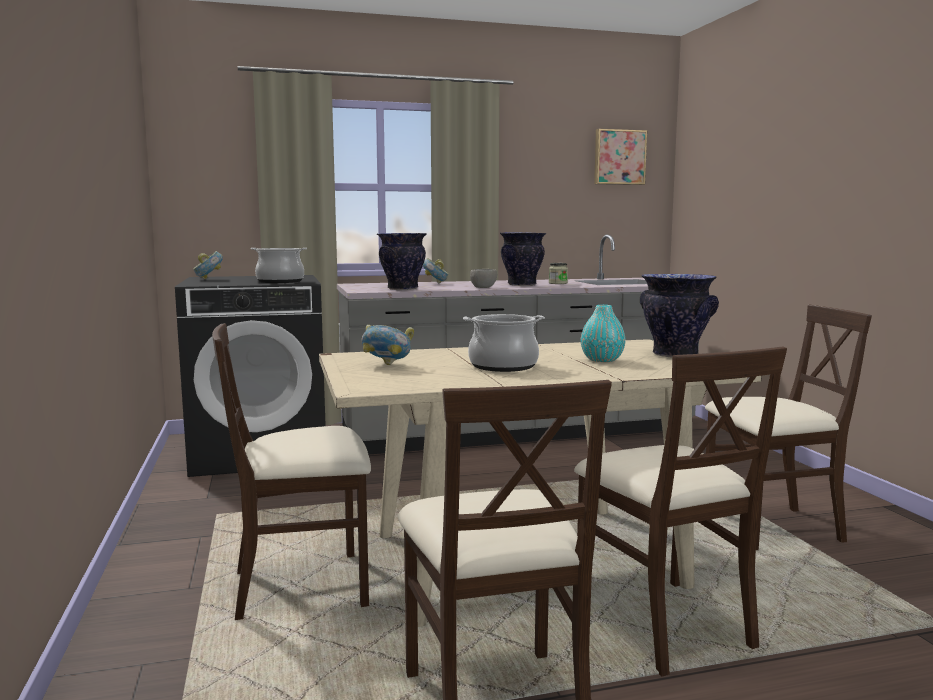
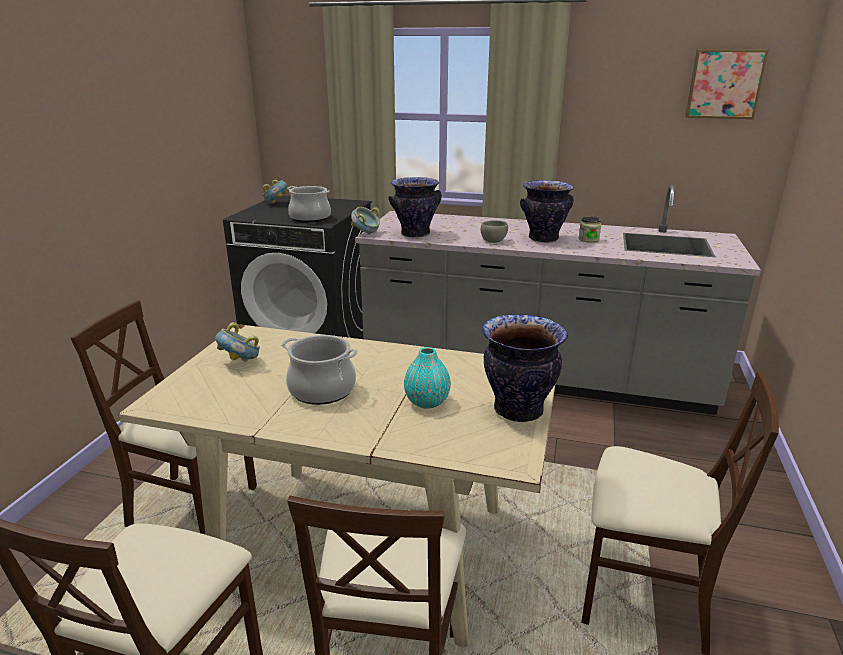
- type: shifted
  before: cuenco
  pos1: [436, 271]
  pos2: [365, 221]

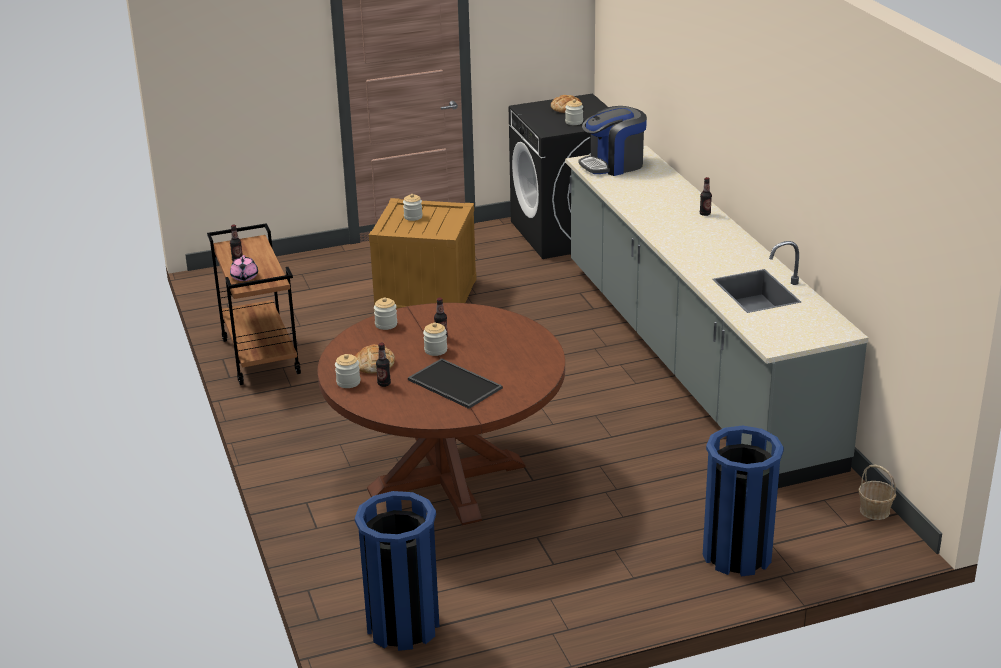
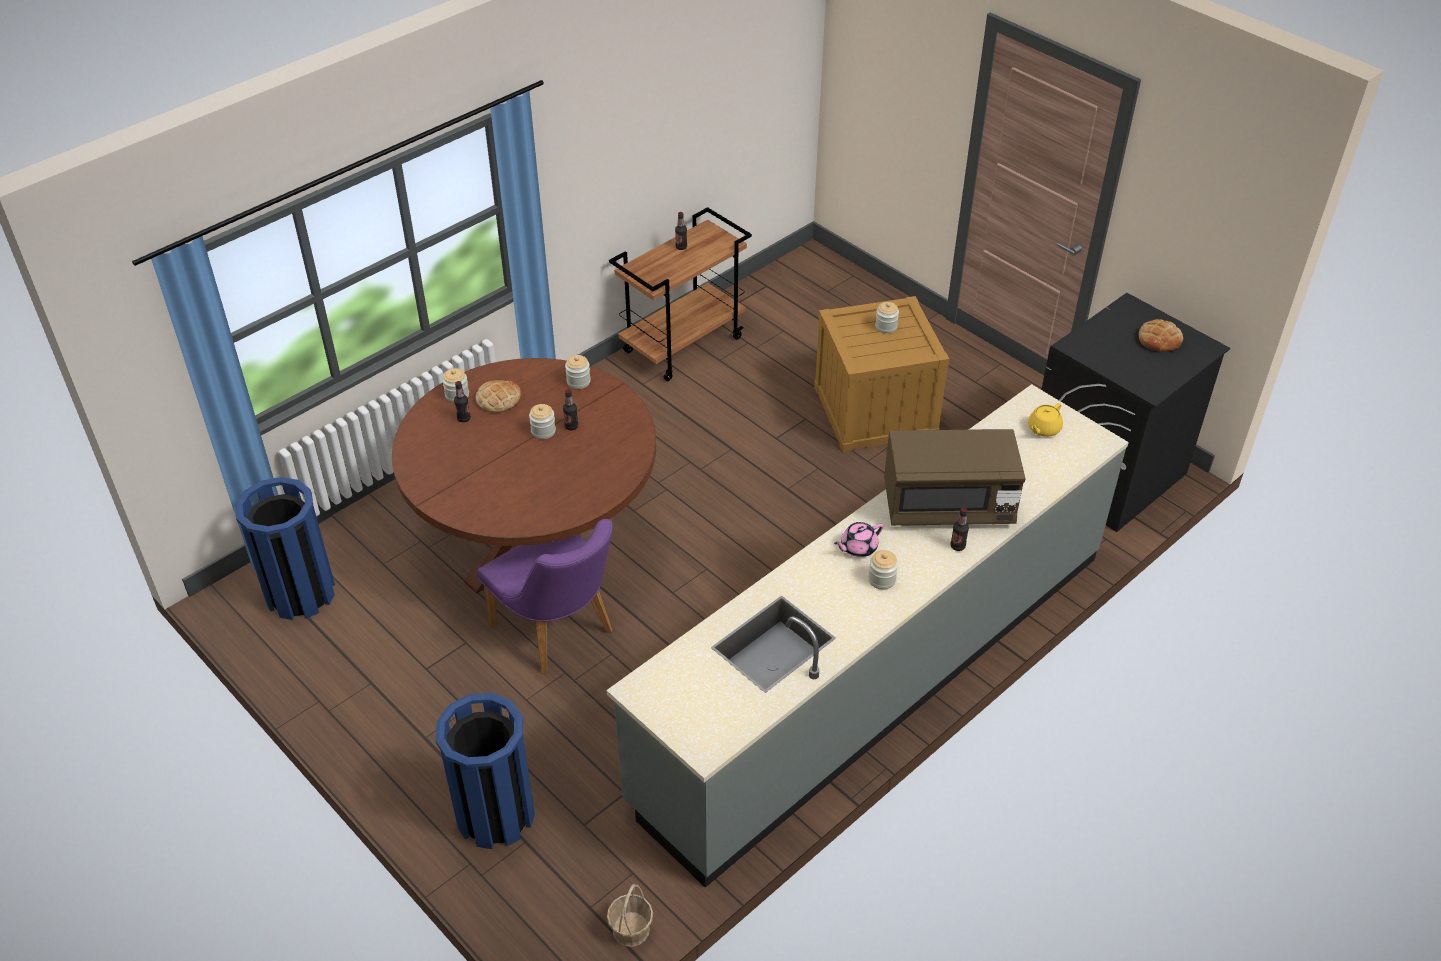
- type: new
  after: silla/morado
  pos2: [545, 596]
- type: shifted
  before: tetera/rosa
  pos1: [244, 268]
  pos2: [859, 539]
- type: shifted
  before: tarro
  pos1: [574, 112]
  pos2: [883, 570]
- type: new
  after: microondas/marrón
  pos2: [955, 477]
- type: swapped
  before: cafetera
  after: tetera/amarillo
  pos1: [613, 141]
  pos2: [1045, 420]
- type: gone
  before: bandeja
  pos1: [455, 383]

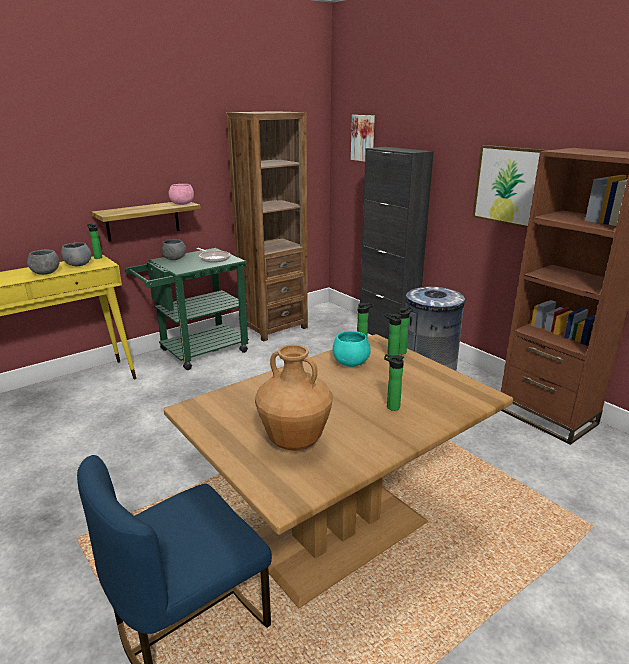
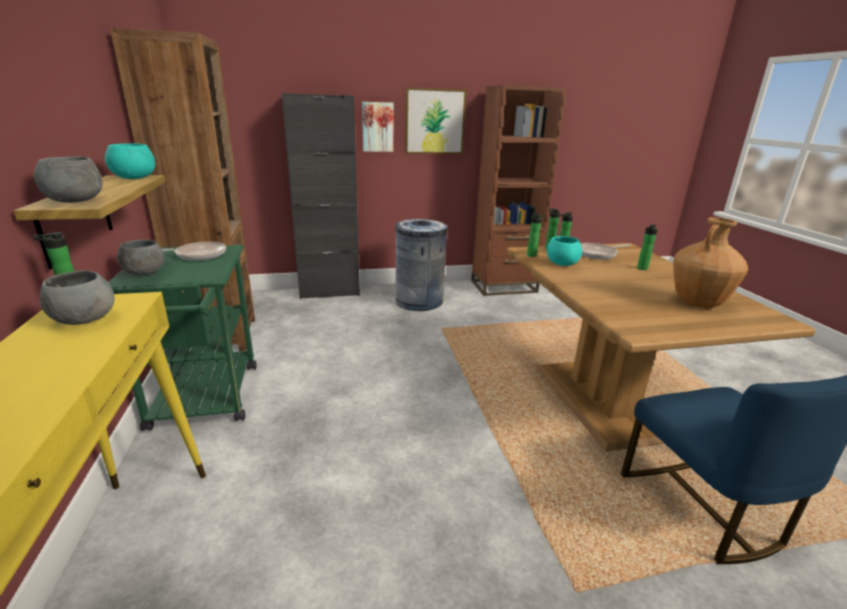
- type: shifted
  before: cuenco/gris
  pos1: [43, 262]
  pos2: [68, 180]
- type: repainted
  before: cuenco/rosa
  after: cuenco/turquesa
  pos1: [181, 194]
  pos2: [130, 161]
- type: shifted
  before: cuadro
  pos1: [363, 138]
  pos2: [377, 127]
- type: new
  after: sartén
  pos2: [605, 251]

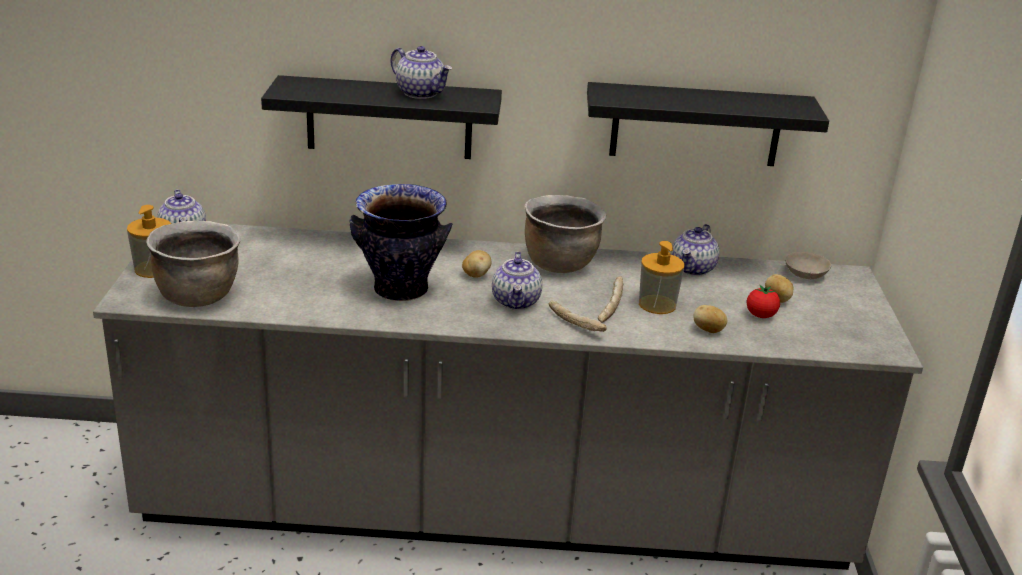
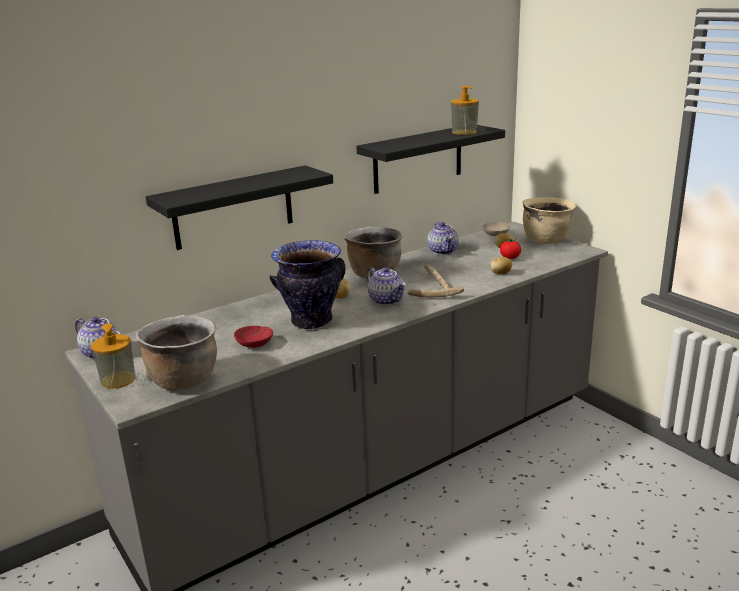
- type: new
  after: cuenco/rojo
  pos2: [253, 337]
- type: shifted
  before: dispensador de jabón
  pos1: [662, 277]
  pos2: [465, 110]
- type: new
  after: olla/beis
  pos2: [549, 220]
- type: gone
  before: tetera
  pos1: [421, 72]

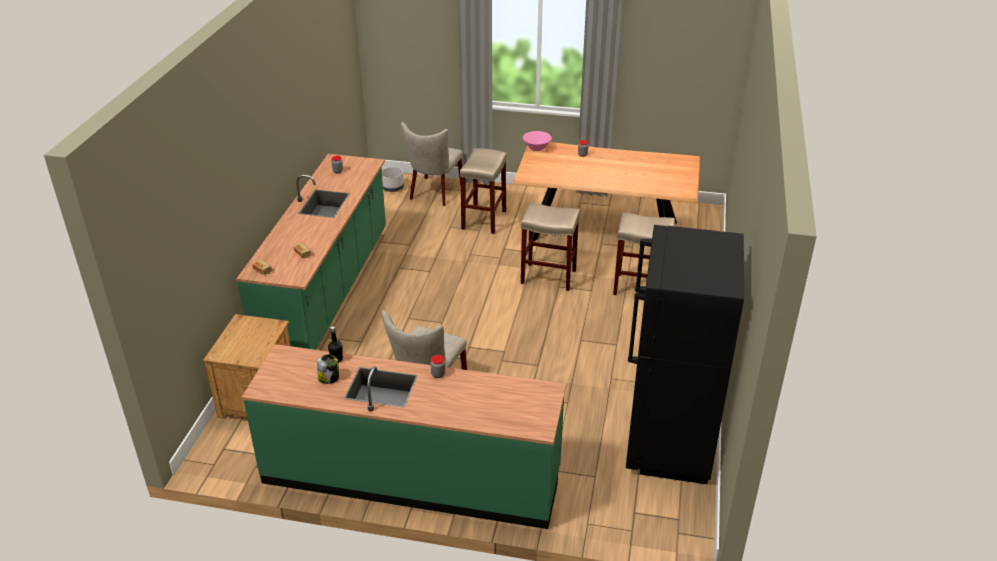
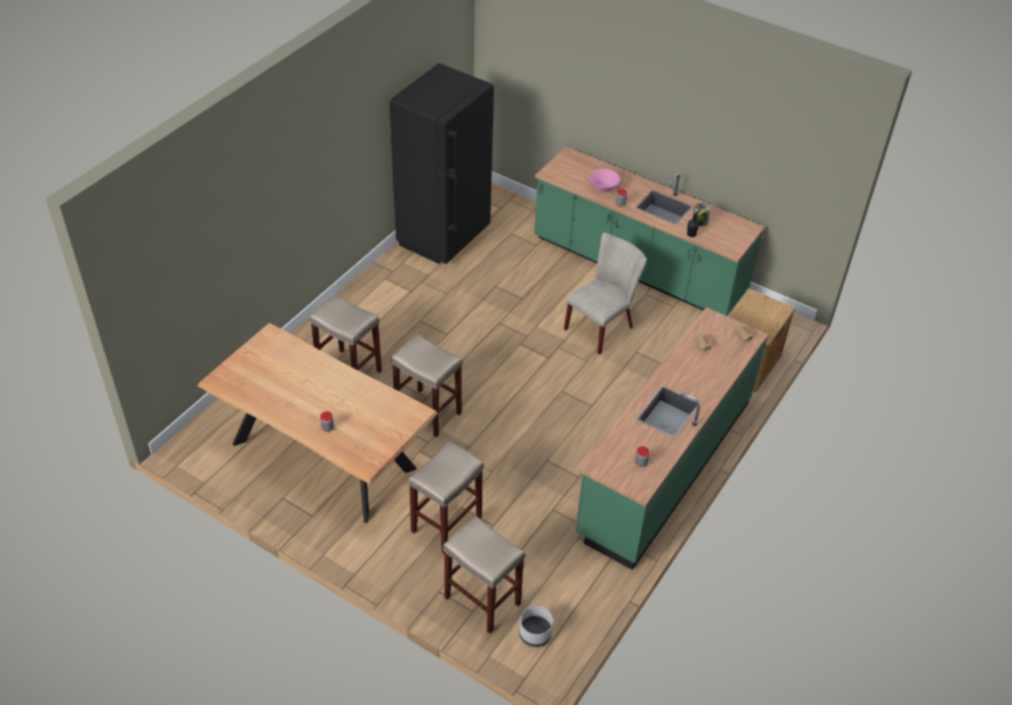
- type: swapped
  before: silla/beis
  after: taburete/beis
  pos1: [432, 164]
  pos2: [484, 575]
- type: shifted
  before: cuenco/rosa
  pos1: [537, 141]
  pos2: [604, 181]

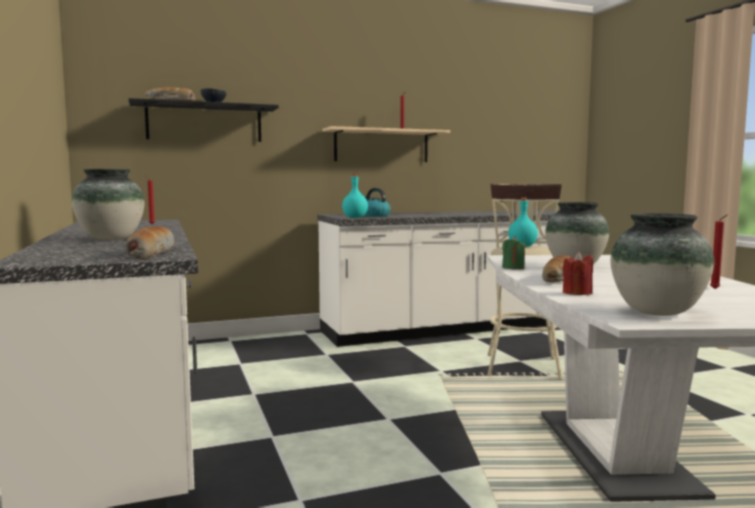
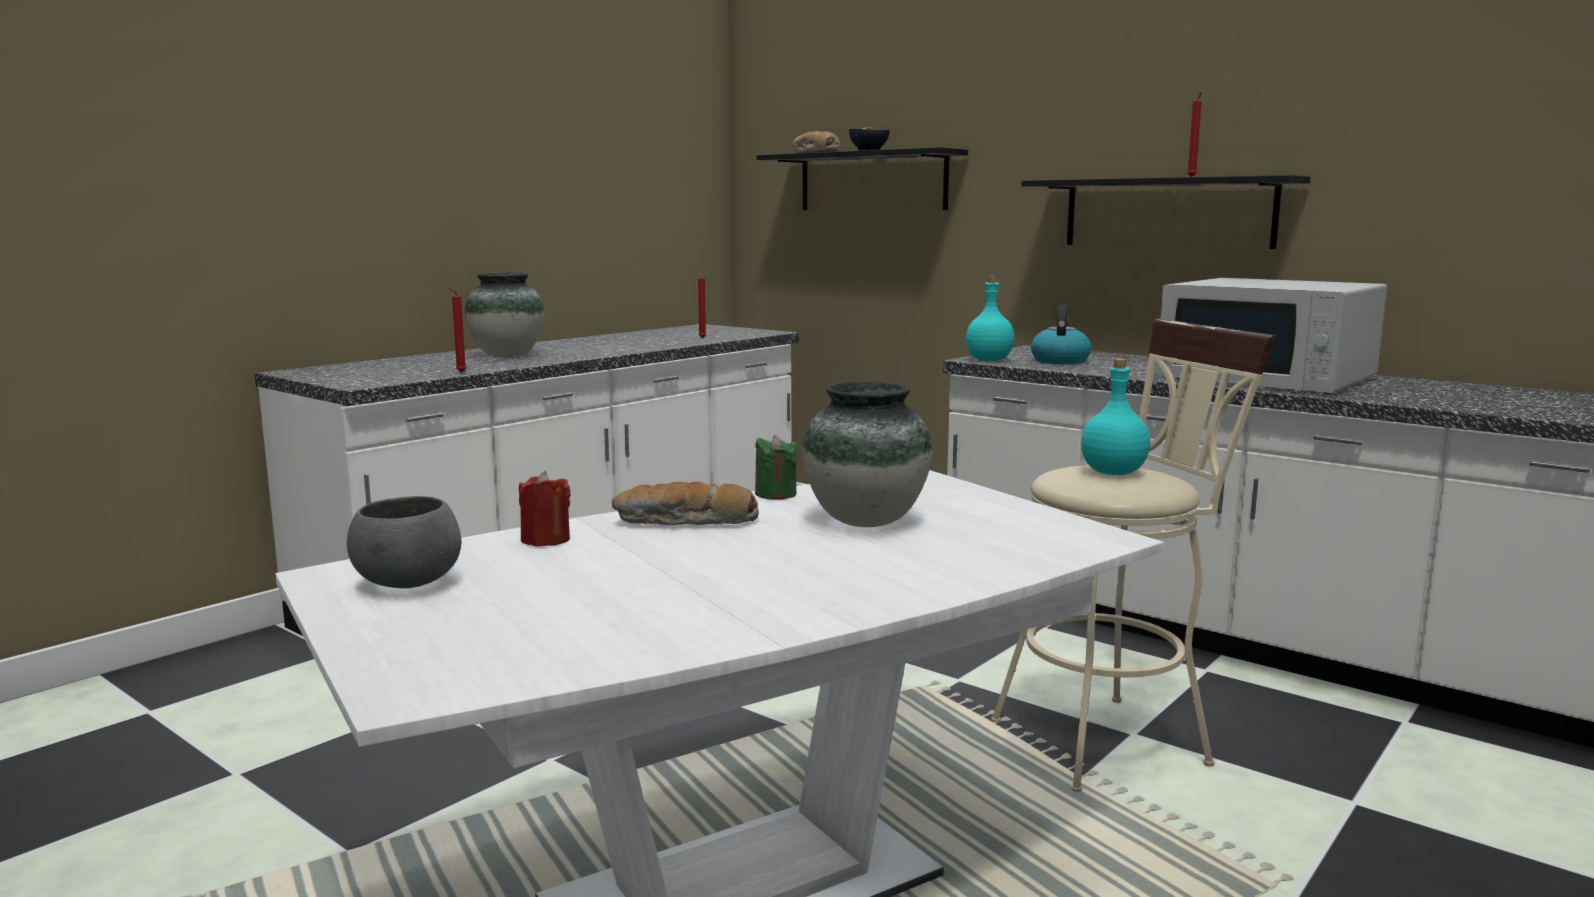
- type: swapped
  before: florero
  after: cuenco/gris
  pos1: [662, 264]
  pos2: [404, 542]
- type: shifted
  before: vela/rojo
  pos1: [718, 252]
  pos2: [457, 330]
- type: repainted
  before: estante/beis
  after: estante/negro
  pos1: [386, 144]
  pos2: [1166, 212]
- type: new
  after: microondas/blanco
  pos2: [1272, 336]
- type: gone
  before: pan
  pos1: [150, 242]

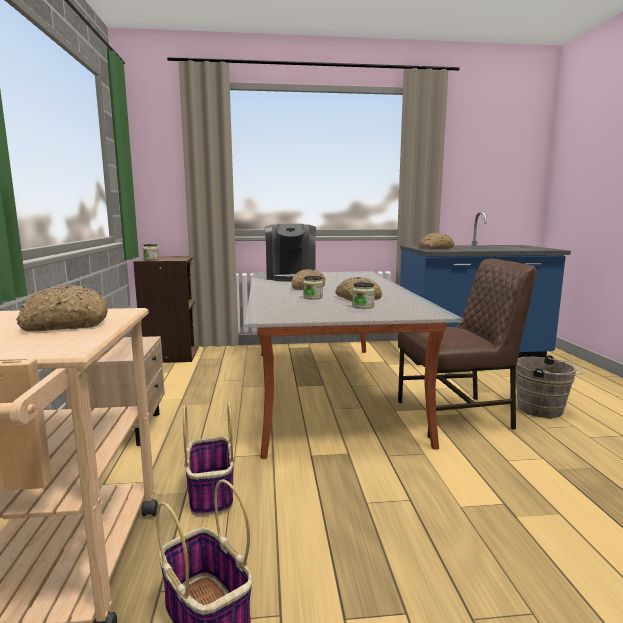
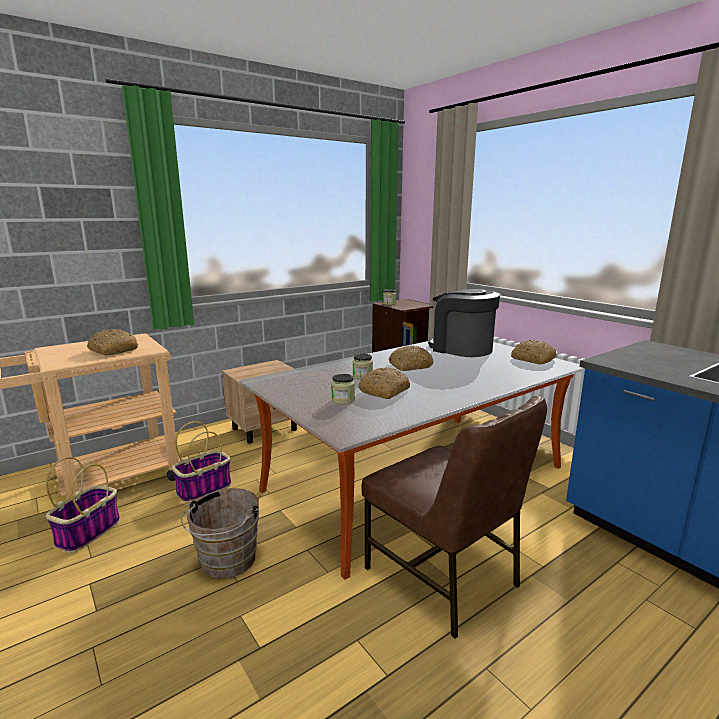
- type: shifted
  before: cubo/marrón
  pos1: [550, 386]
  pos2: [220, 533]
- type: rotated
  before: cafetera
  pos1: [290, 252]
  pos2: [464, 323]
  turn: 75
- type: shifted
  before: pan
  pos1: [436, 241]
  pos2: [534, 352]

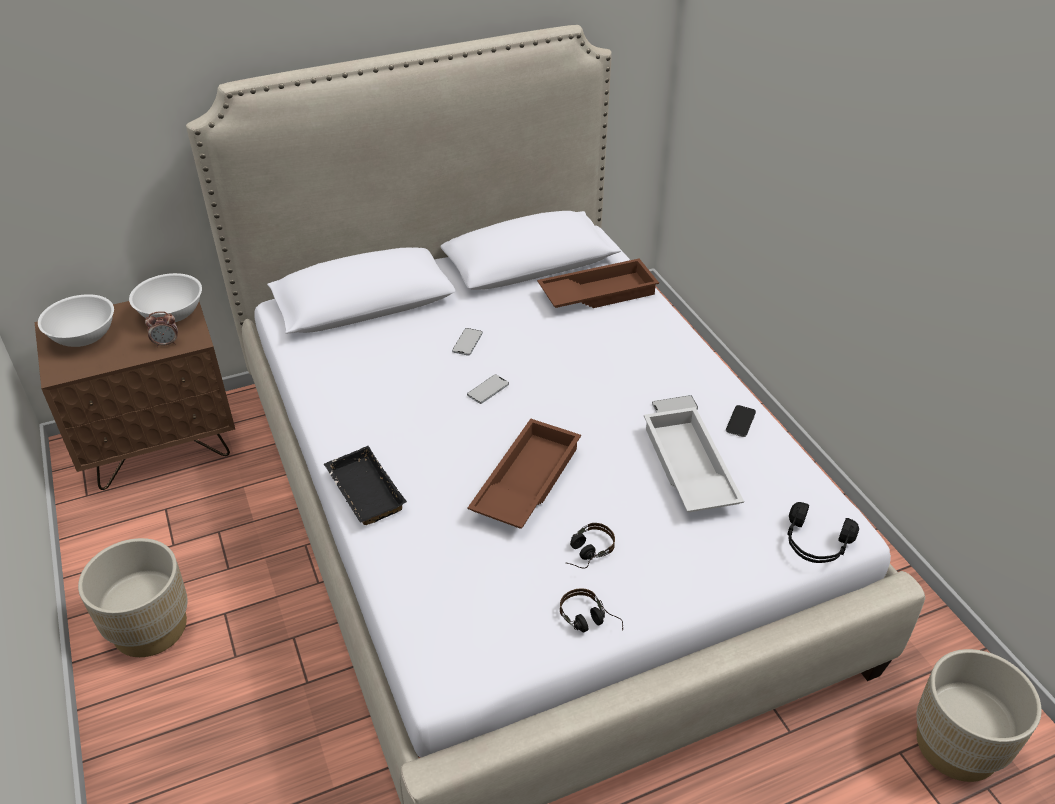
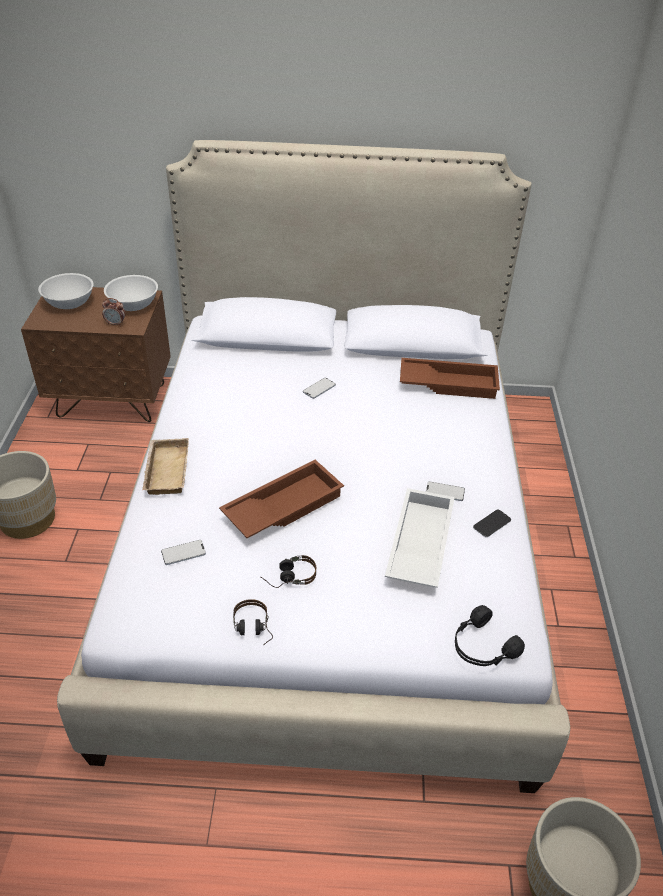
- type: repainted
  before: bandeja/negro
  after: bandeja/beis
  pos1: [365, 485]
  pos2: [165, 466]
- type: shifted
  before: móvil
  pos1: [488, 389]
  pos2: [183, 552]

